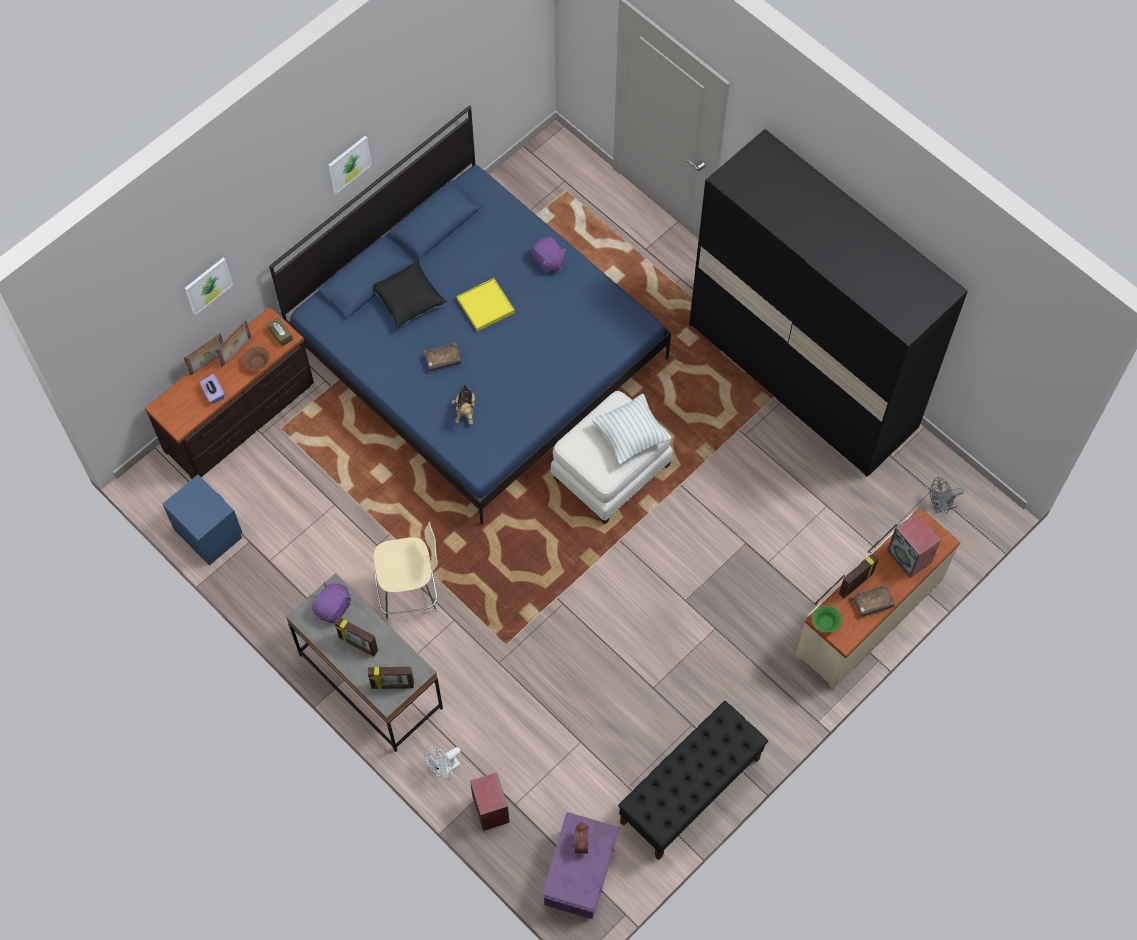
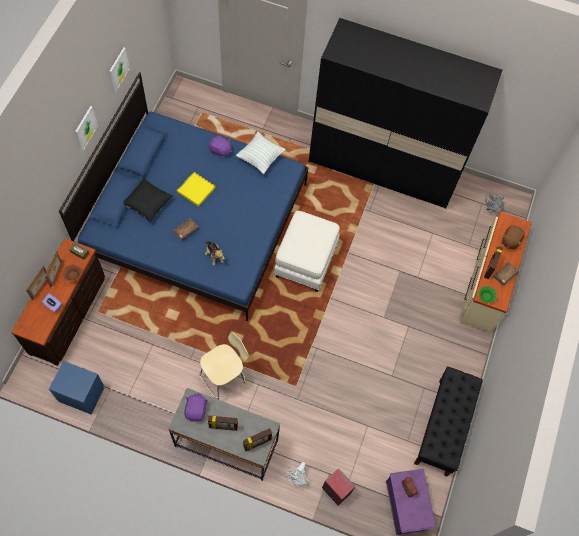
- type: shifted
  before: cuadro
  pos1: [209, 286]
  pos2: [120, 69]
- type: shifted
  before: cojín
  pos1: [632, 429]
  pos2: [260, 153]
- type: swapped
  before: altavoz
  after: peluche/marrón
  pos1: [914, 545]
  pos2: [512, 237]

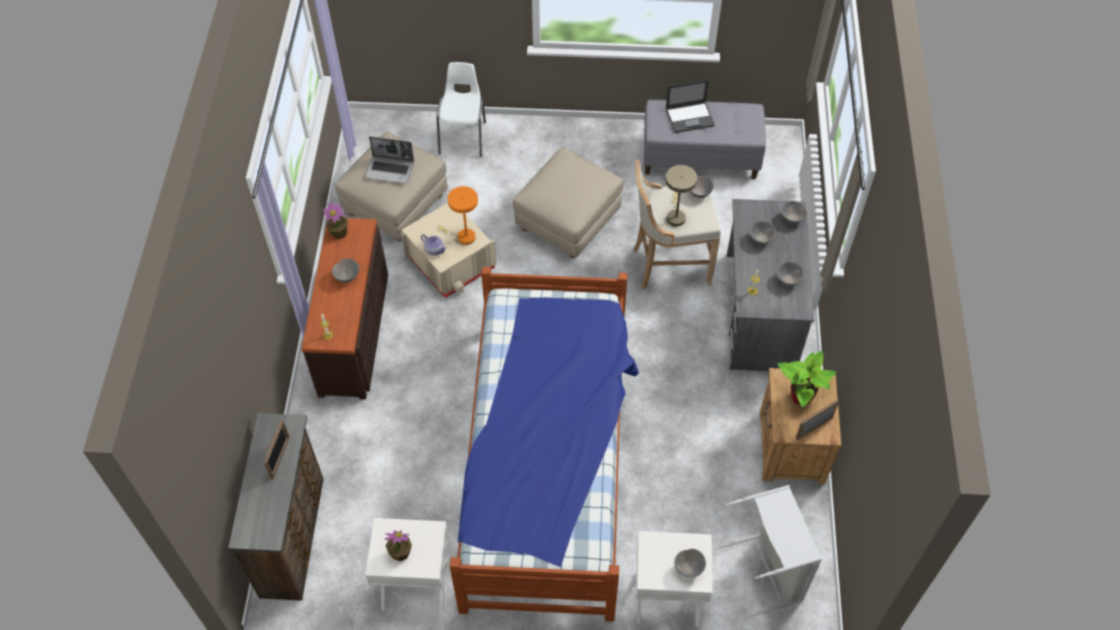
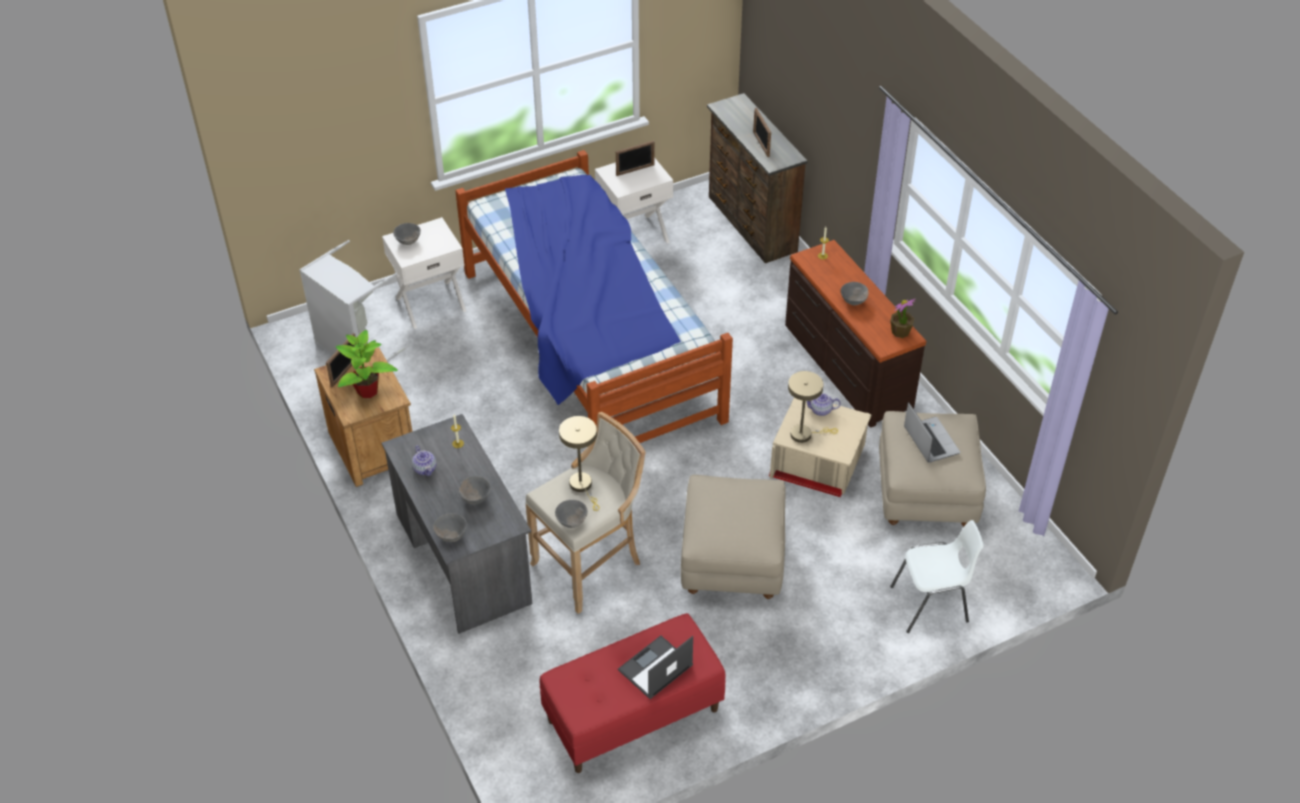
- type: swapped
  before: cuenco/gris
  after: tetera
  pos1: [790, 274]
  pos2: [424, 461]
- type: repainted
  before: banco/gris
  after: banco/rojo
  pos1: [705, 139]
  pos2: [633, 693]
- type: swapped
  before: planta en maceta
  after: portarretratos
  pos1: [398, 545]
  pos2: [635, 158]
- type: repainted
  before: lámpara de mesa/naranja
  after: lámpara de mesa/beis
  pos1: [458, 215]
  pos2: [813, 407]
- type: rotated
  before: silla/blanco
  pos1: [461, 109]
  pos2: [937, 576]
  turn: -75
- type: rotated
  before: portátil
  pos1: [389, 160]
  pos2: [932, 432]
  turn: 90

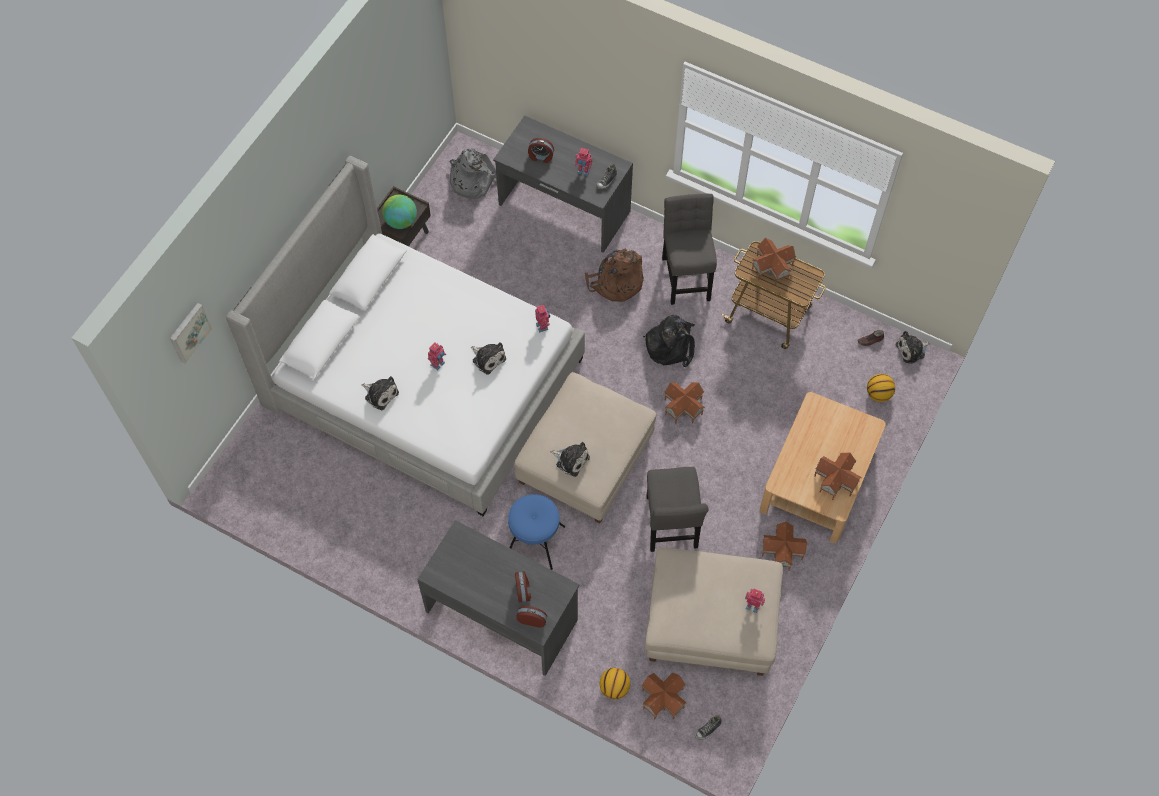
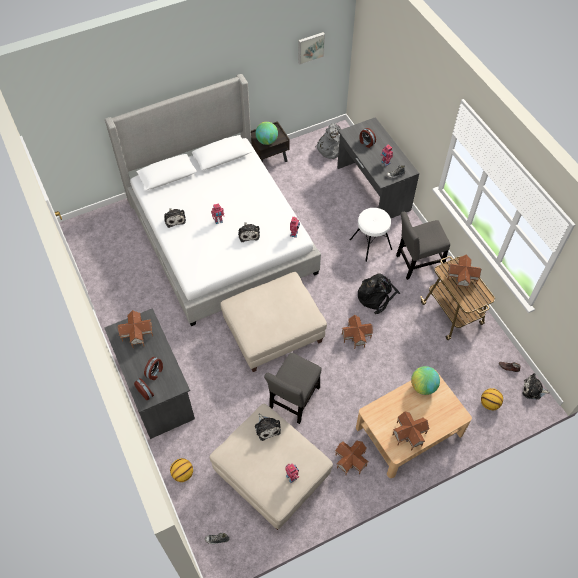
- type: shifted
  before: casita
  pos1: [664, 696]
  pos2: [135, 329]
- type: shifted
  before: peluche
  pos1: [570, 459]
  pos2: [268, 427]
- type: shifted
  before: cuadro
  pos1: [191, 333]
  pos2: [311, 48]
- type: swapped
  before: mochila/marrón
  after: taburete/blanco
  pos1: [614, 275]
  pos2: [371, 235]
- type: rotated
  before: silla/gris
  pos1: [689, 249]
  pos2: [423, 246]
  turn: -135
- type: new
  after: globo terráqueo
  pos2: [425, 380]
- type: gone
  before: taburete/azul
  pos1: [536, 532]

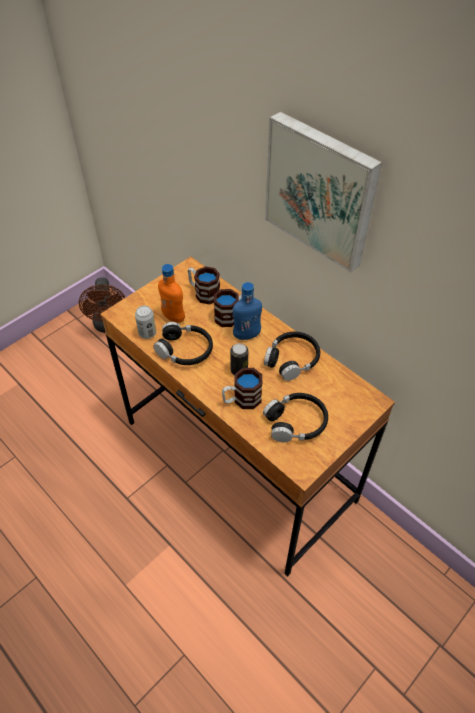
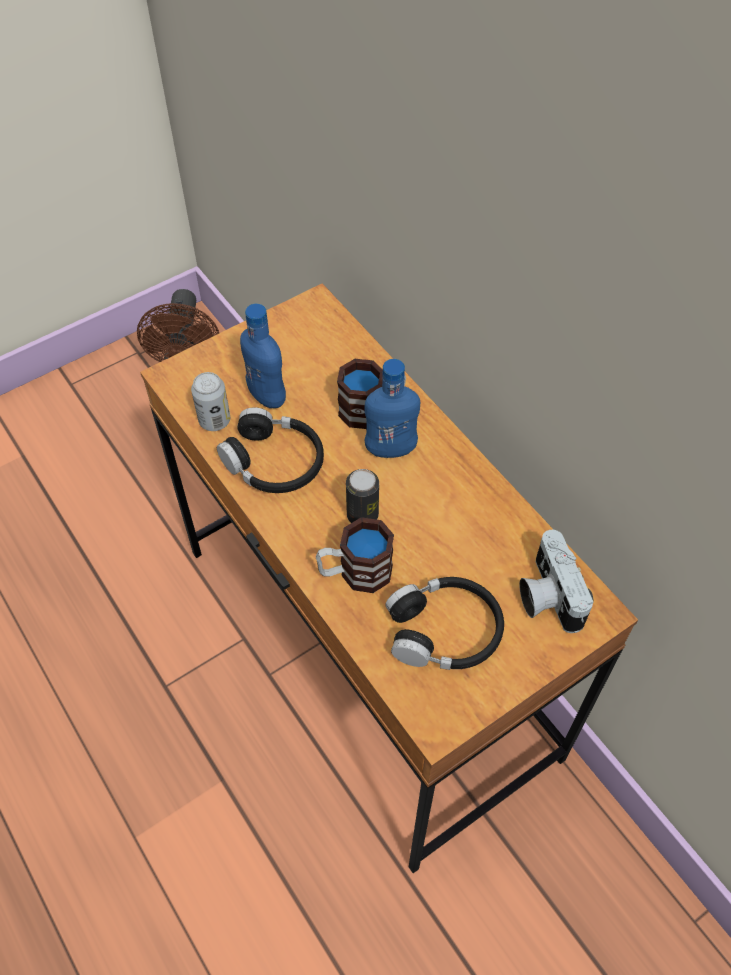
- type: repainted
  before: botella/naranja
  after: botella/azul
  pos1: [171, 293]
  pos2: [263, 356]
- type: new
  after: cámara
  pos2: [556, 581]
- type: gone
  before: taza grande
  pos1: [204, 285]
- type: gone
  before: auriculares/negro
  pos1: [292, 356]
- type: gone
  before: cuadro
  pos1: [323, 192]

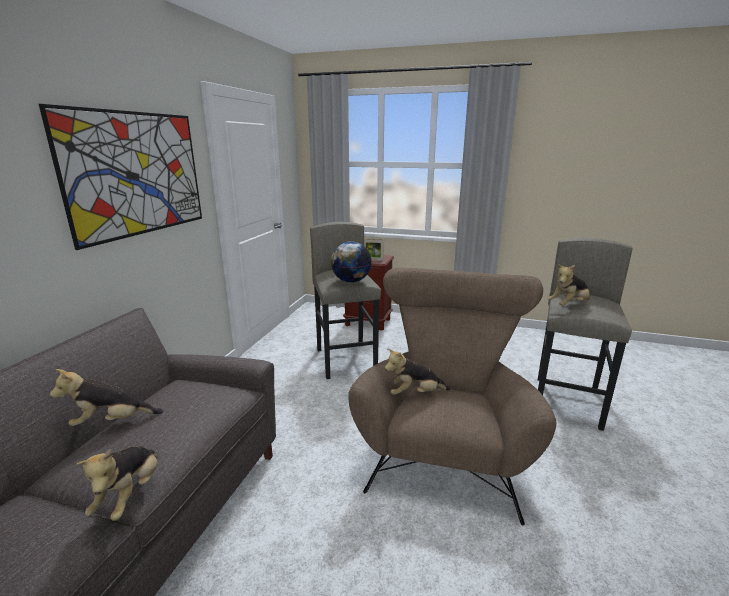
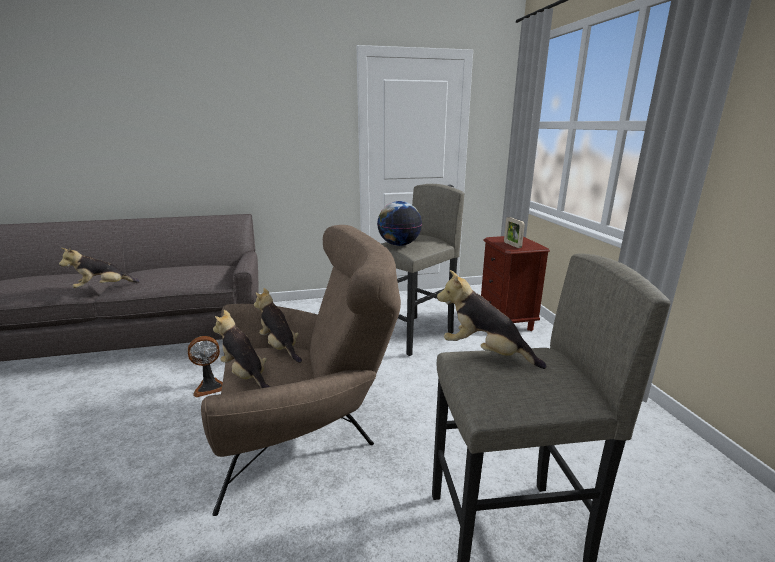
- type: new
  after: ventilador
  pos2: [205, 366]
- type: shifted
  before: peluche
  pos1: [106, 397]
  pos2: [242, 349]
- type: gone
  before: cuadro
  pos1: [120, 177]

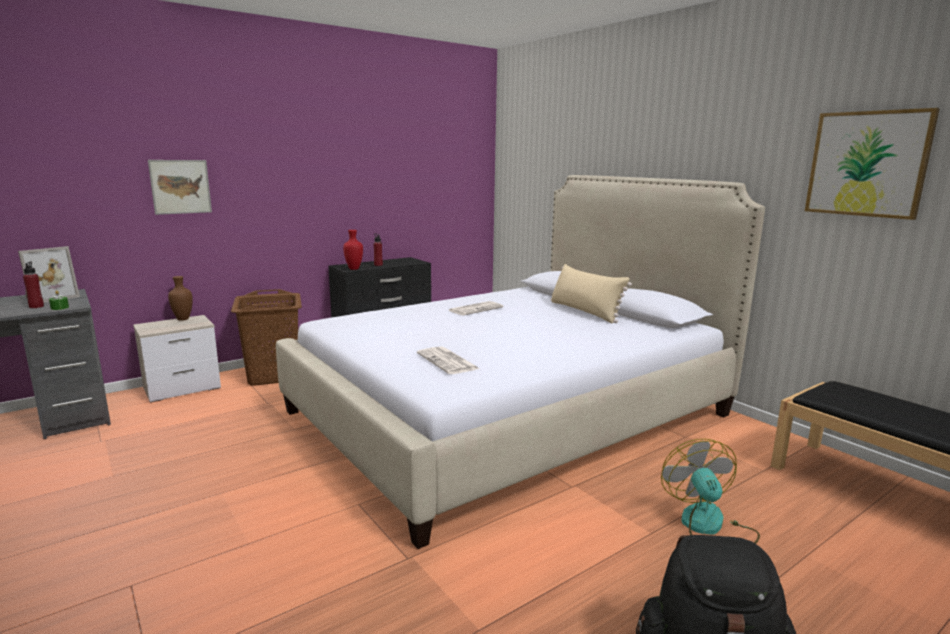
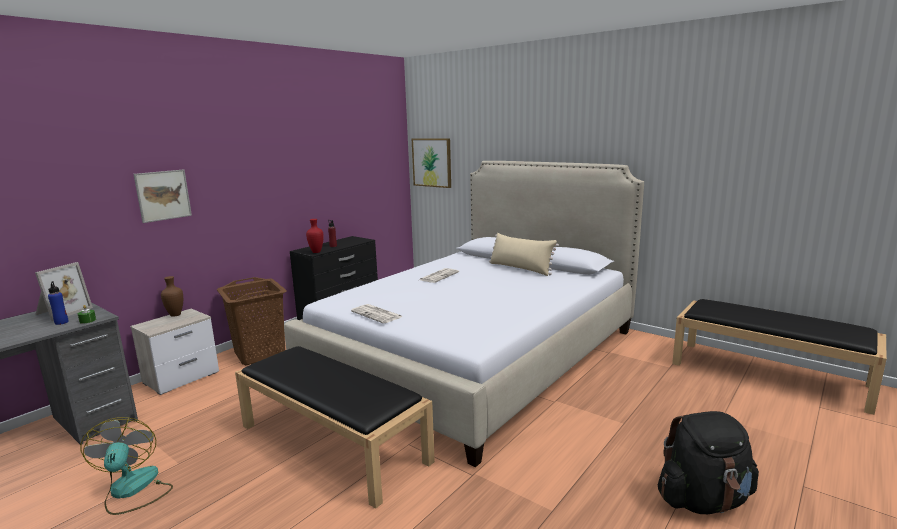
- type: repainted
  before: botella/rojo
  after: botella/azul
  pos1: [33, 285]
  pos2: [58, 303]
- type: shifted
  before: ventilador
  pos1: [710, 491]
  pos2: [126, 466]
- type: new
  after: banco/negro
  pos2: [335, 427]
- type: shifted
  before: periódico
  pos1: [448, 360]
  pos2: [377, 314]
- type: shifted
  before: cuadro
  pos1: [872, 164]
  pos2: [431, 163]

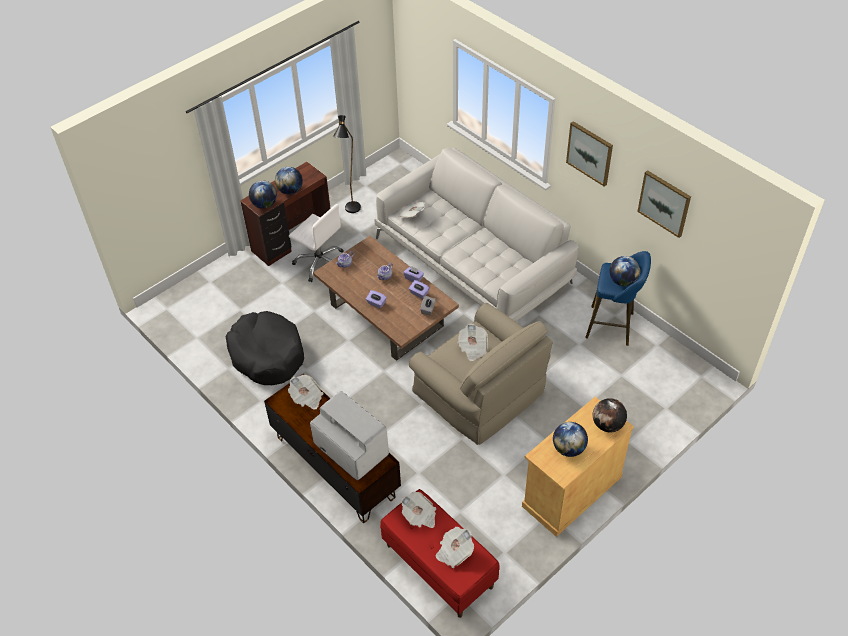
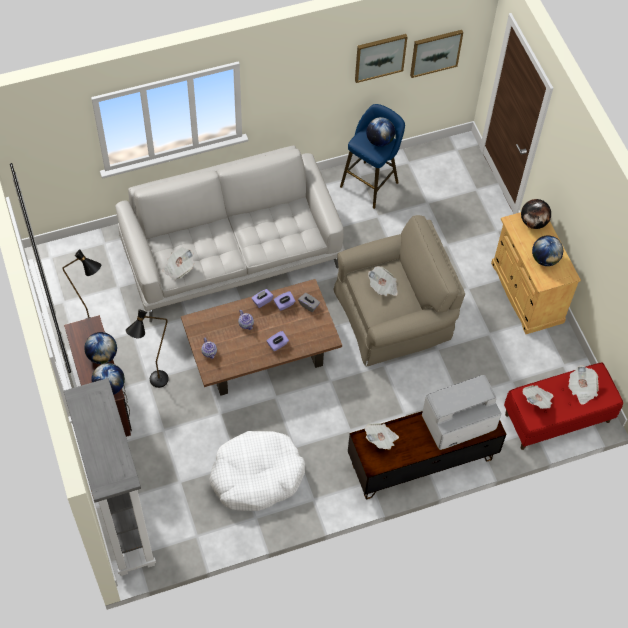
- type: new
  after: estantería/gris
  pos2: [110, 477]
- type: swapped
  before: silla de oficina/blanco
  after: lámpara de pie/negro
  pos1: [316, 243]
  pos2: [147, 349]
- type: repainted
  before: cama para perro/negro
  after: cama para perro/blanco
  pos1: [265, 348]
  pos2: [257, 471]
- type: shifted
  before: cuadro
  pos1: [589, 154]
  pos2: [436, 54]

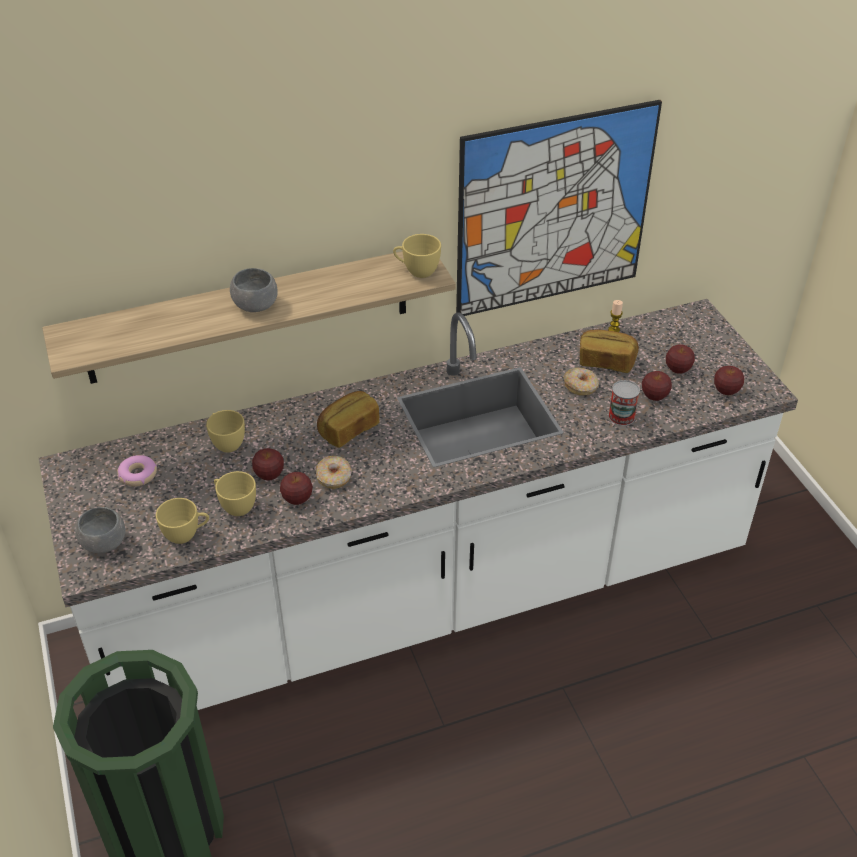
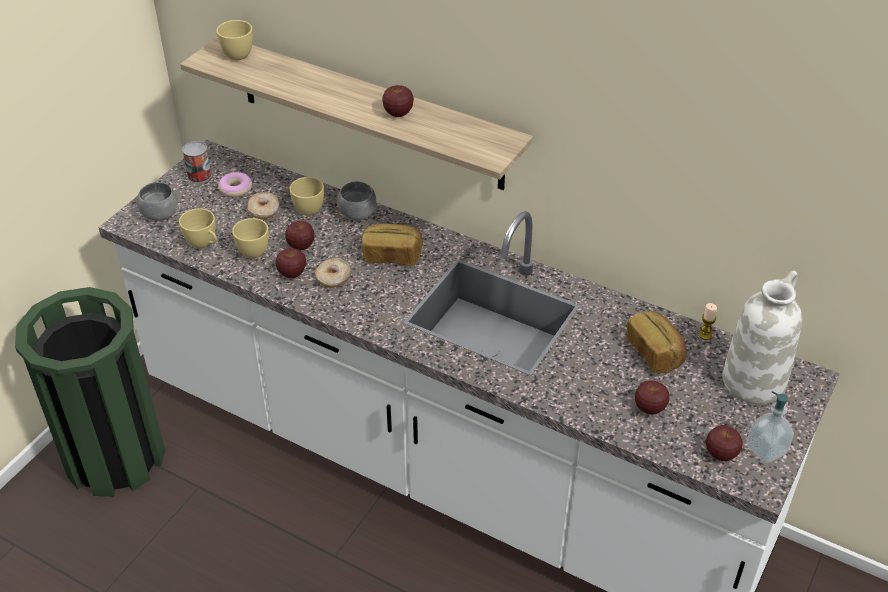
- type: shifted
  before: lata
  pos1: [624, 403]
  pos2: [197, 162]
- type: shifted
  before: taza/amarillo
  pos1: [417, 256]
  pos2: [234, 40]
- type: shifted
  before: rosquilla
  pos1: [581, 381]
  pos2: [263, 206]
- type: shifted
  before: cuenco/gris
  pos1: [254, 290]
  pos2: [357, 200]
- type: shifted
  before: manzana
  pos1: [680, 359]
  pos2: [398, 101]
- type: new
  after: florero/blanco
  pos2: [762, 337]
- type: new
  after: dispensador de jabón
  pos2: [770, 427]
- type: gone
  before: cuadro
  pos1: [559, 208]

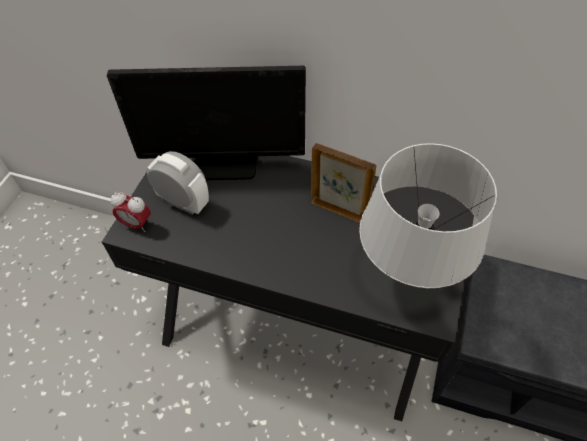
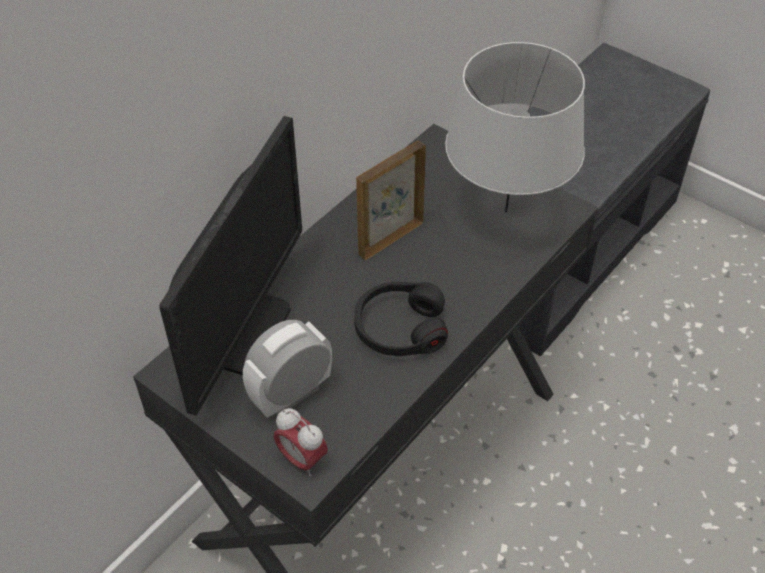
- type: rotated
  before: despertador
  pos1: [131, 212]
  pos2: [301, 442]
  turn: 90
- type: new
  after: auriculares/negro
  pos2: [401, 319]

